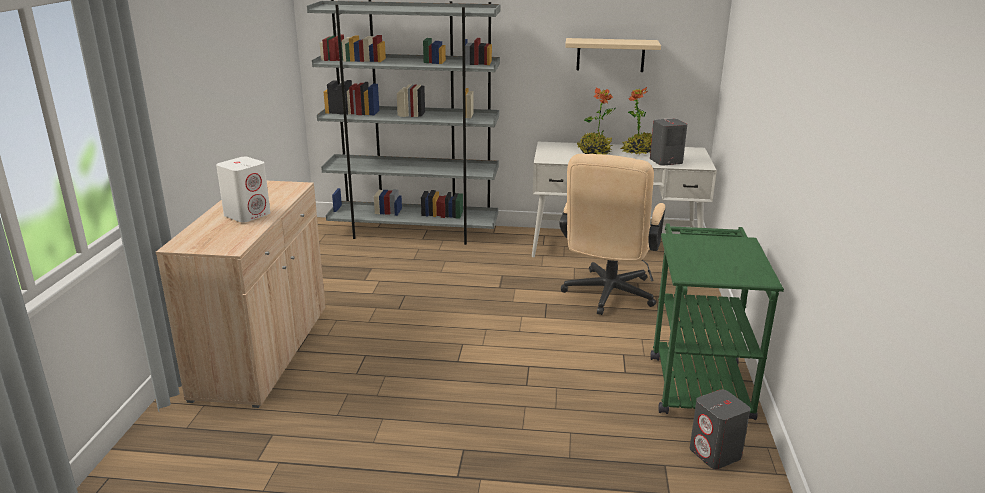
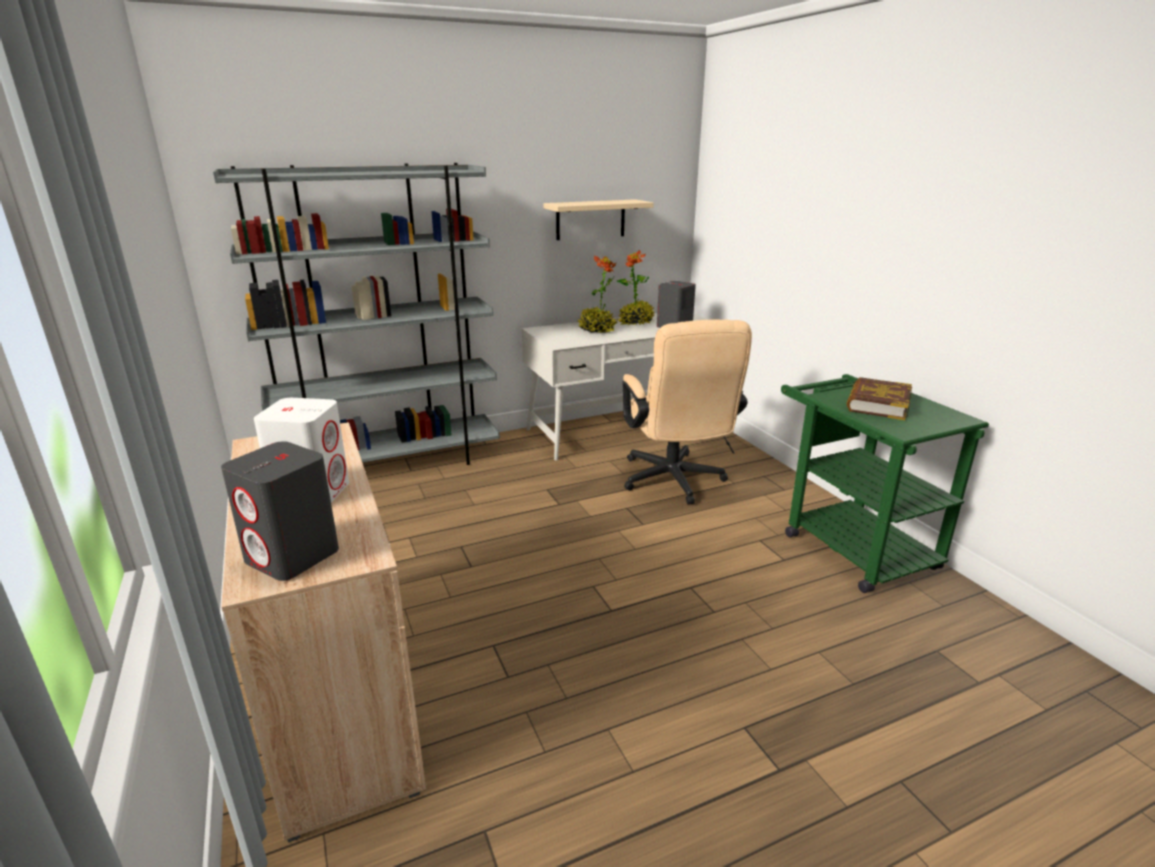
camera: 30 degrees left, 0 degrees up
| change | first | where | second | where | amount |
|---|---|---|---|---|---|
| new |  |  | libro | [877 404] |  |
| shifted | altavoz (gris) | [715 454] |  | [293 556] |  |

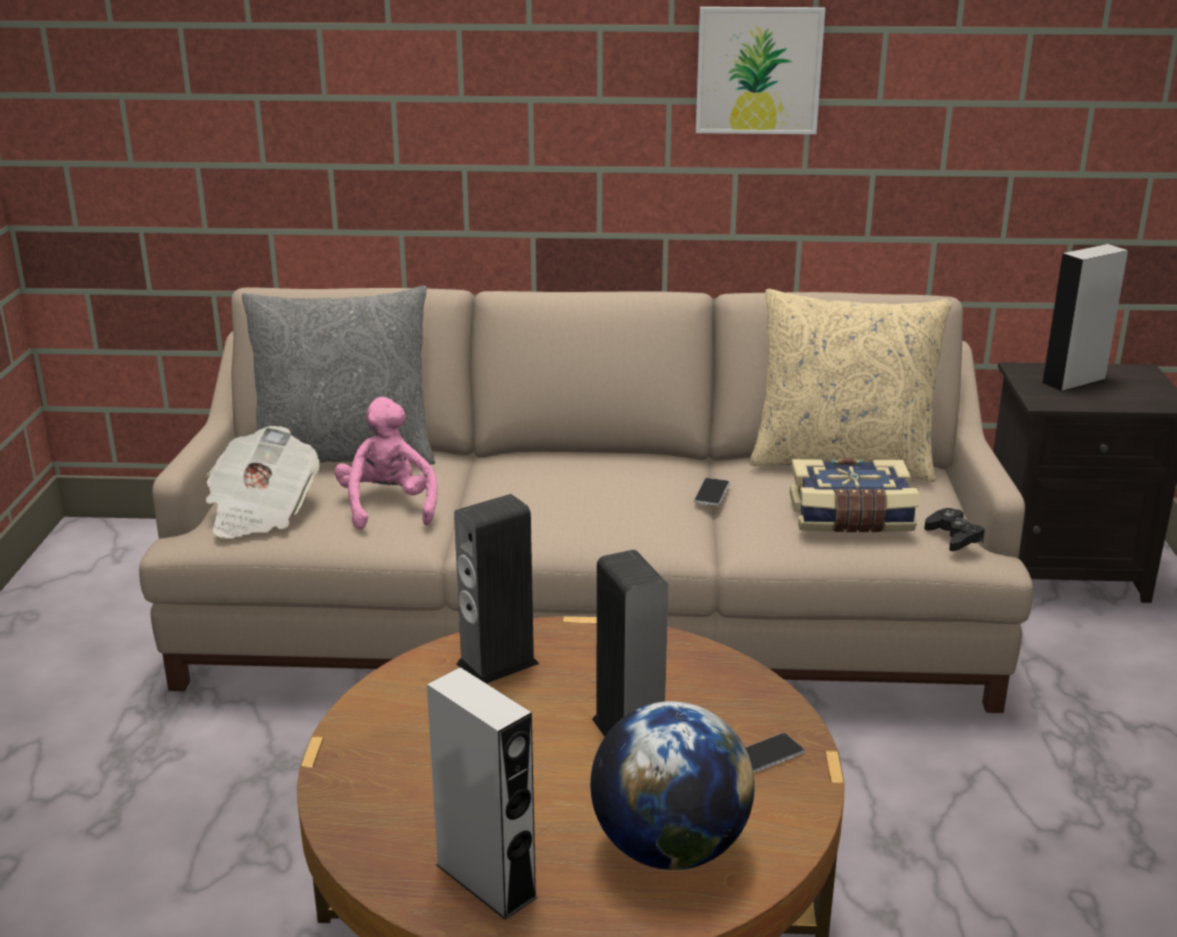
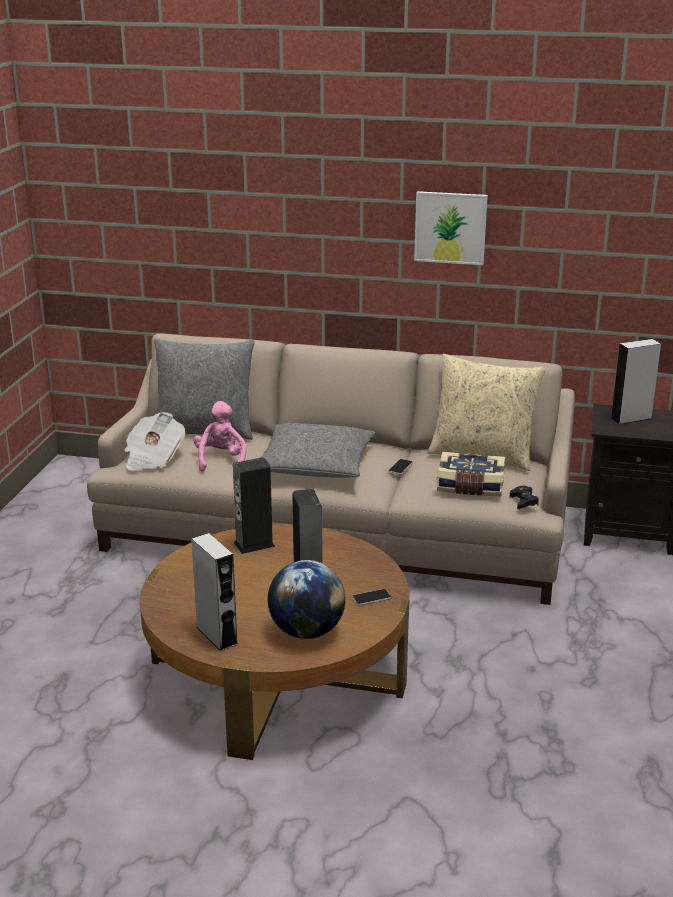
camera: 10 degrees right, 0 degrees up
| change | first | where | second | where | amount |
|---|---|---|---|---|---|
| new |  |  | cojín (gris) | [315 464] |  |

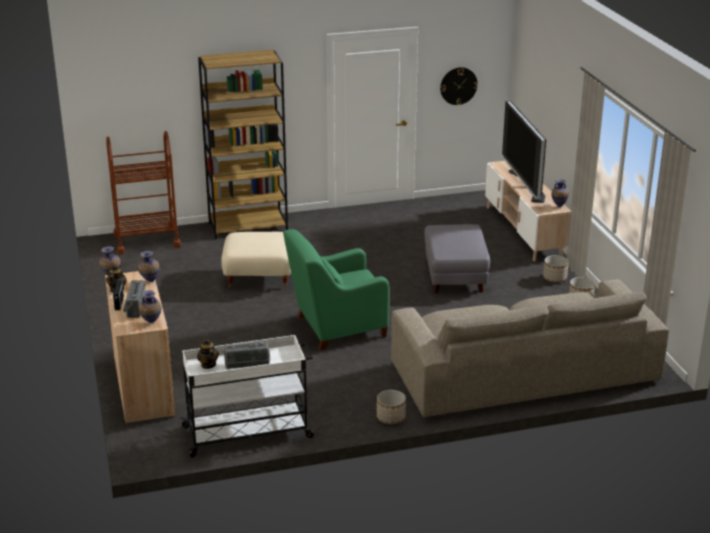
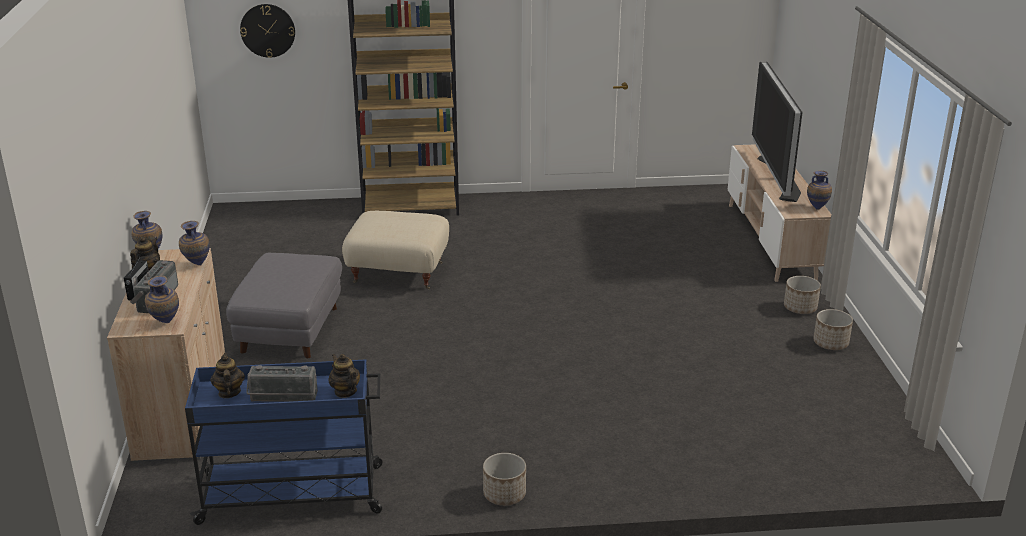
camera: 10 degrees right, 0 degrees up
| change | first | where | second | where | amount |
|---|---|---|---|---|---|
| gone | carrito (marrón) | [147 240] |  |  |  |
| gone | sillón (verde) | [336 327] |  |  |  |
| gone | sofá (beis) | [523 371] |  |  |  |
| new |  |  | tetera | [345 392] |  |
| shifted | puf (gris) | [455 276] |  | [290 330] |  |
| shifted | reloj de pared | [458 86] |  | [267 30] |  |
| repainted | carrito (blanco) | [249 432] | carrito (azul) | [294 494] |  |

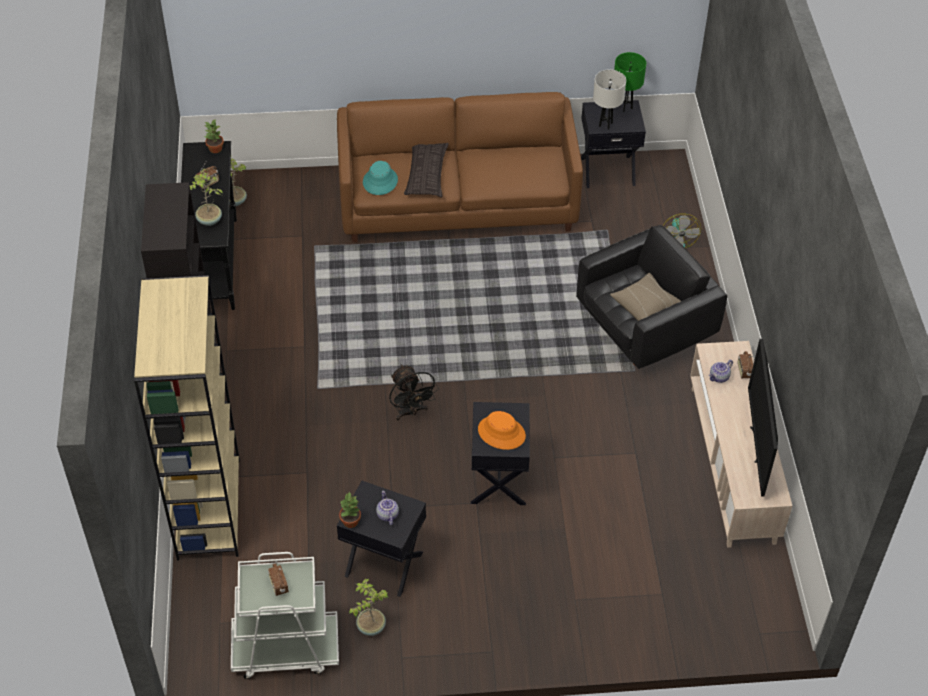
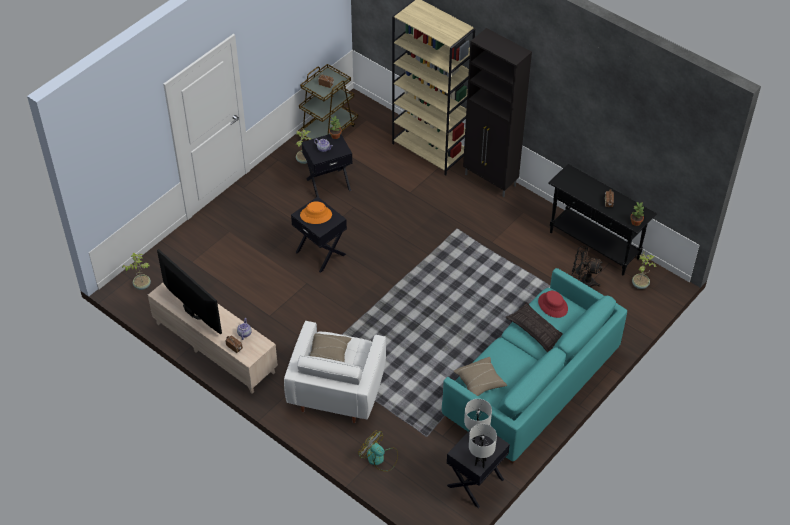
camera: 135 degrees right, 0 degrees up
| change | first | where | second | where | amount |
|---|---|---|---|---|---|
| new |  |  | cojín (beis) | [480 382] |  |
| shifted | planta en maceta | [209 221] |  | [142 285] |  |
| shifted | ventilador (negro) | [410 412] |  | [583 281] |  |
| repainted | carrito (blanco) | [285 649] | carrito (marrón) | [328 130] |  |
| repainted | sofá (marrón) | [458 200] | sofá (turquesa) | [531 384] |  |
| repainted | sombrero (turquesa) | [380 181] | sombrero (rojo) | [553 305] |  |
| repainted | sillón (negro) | [643 328] | sillón (blanco) | [337 388] |  |
| repainted | lámpara de mesa (verde) | [625 107] | lámpara de mesa (blanco) | [480 462] |  |

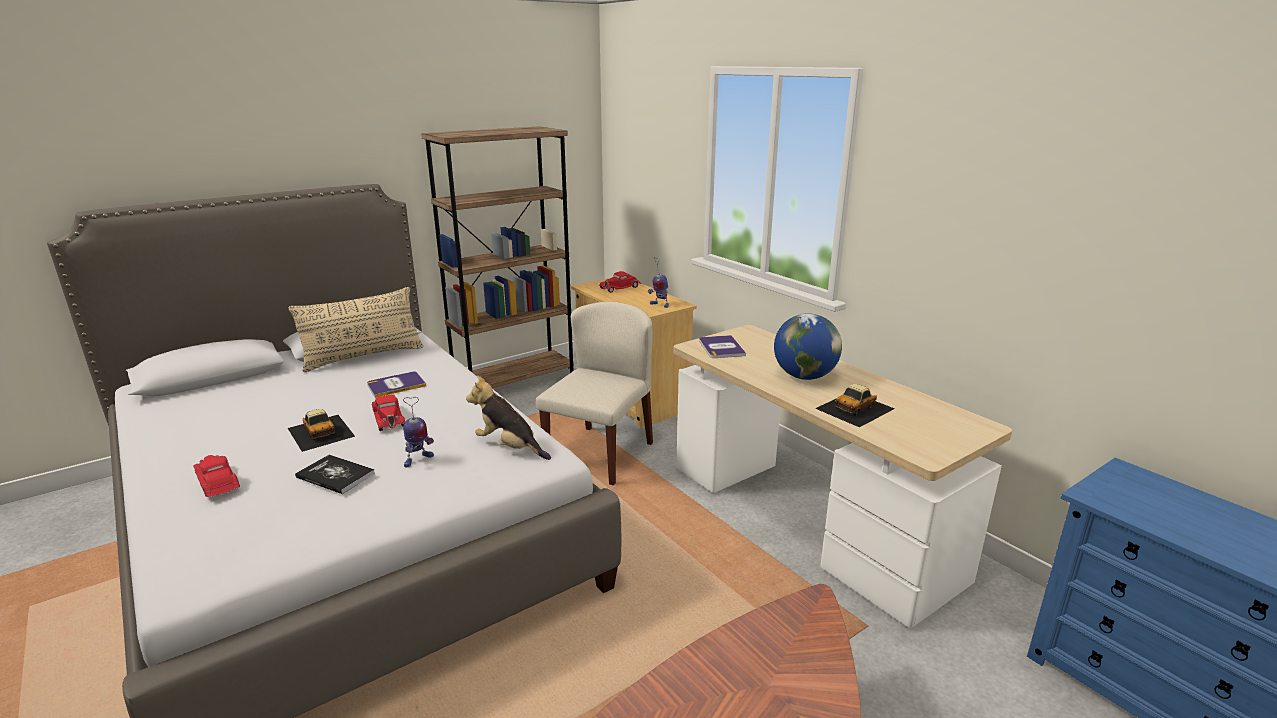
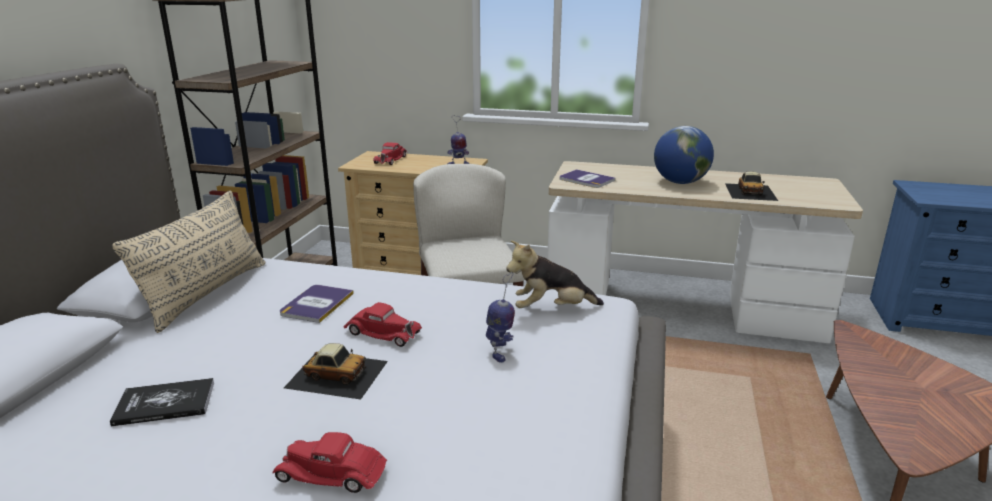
camera: 40 degrees left, 0 degrees up
| change | first | where | second | where | amount |
|---|---|---|---|---|---|
| shifted | libro | [335 475] |  | [165 403] |  |

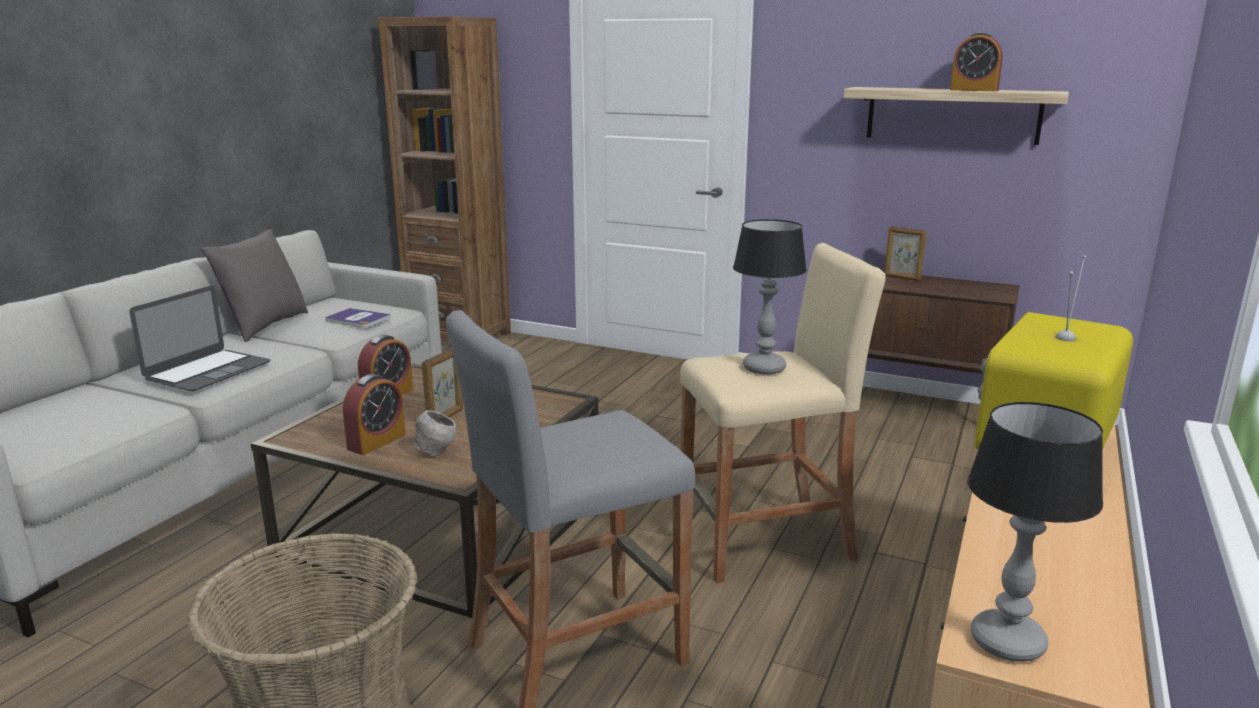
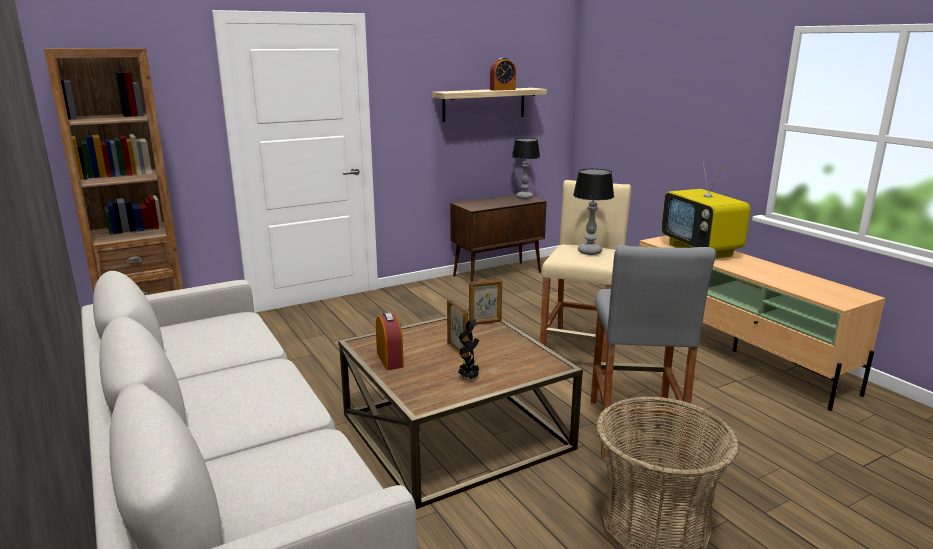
camera: 55 degrees left, 0 degrees up
| change | first | where | second | where | amount |
|---|---|---|---|---|---|
| gone | portátil | [208 370] |  |  |  |
| gone | cojín (gris) | [264 326] |  |  |  |
| gone | libro | [357 319] |  |  |  |
| gone | cuenco (gris) | [436 452] |  |  |  |
| shifted | portarretratos | [902 278] |  | [485 322] |  |
| shifted | lámpara de mesa | [1008 641] |  | [524 197] |  |
| swapped | despertador | [376 442] | planta en maceta | [469 378] |  |

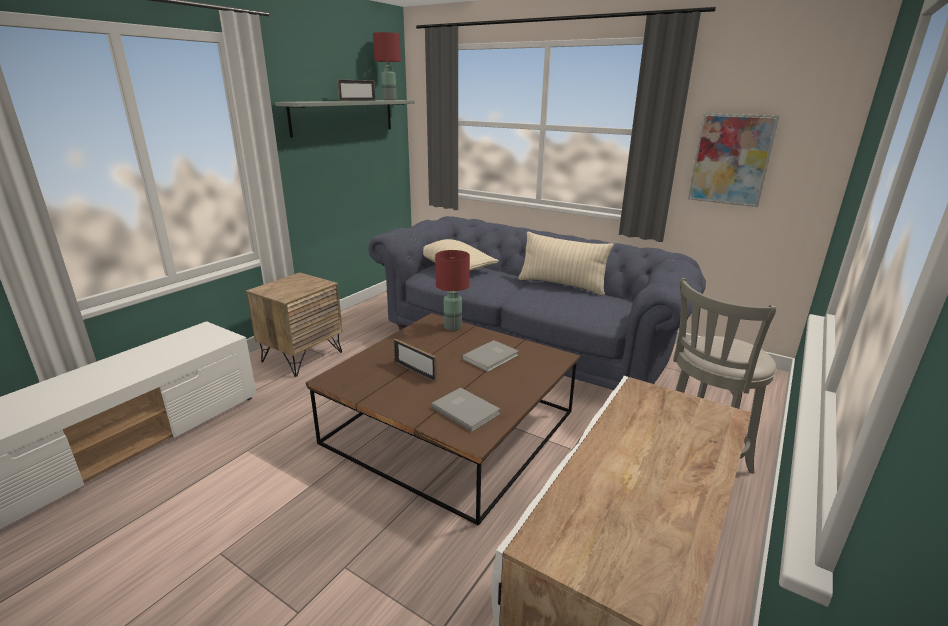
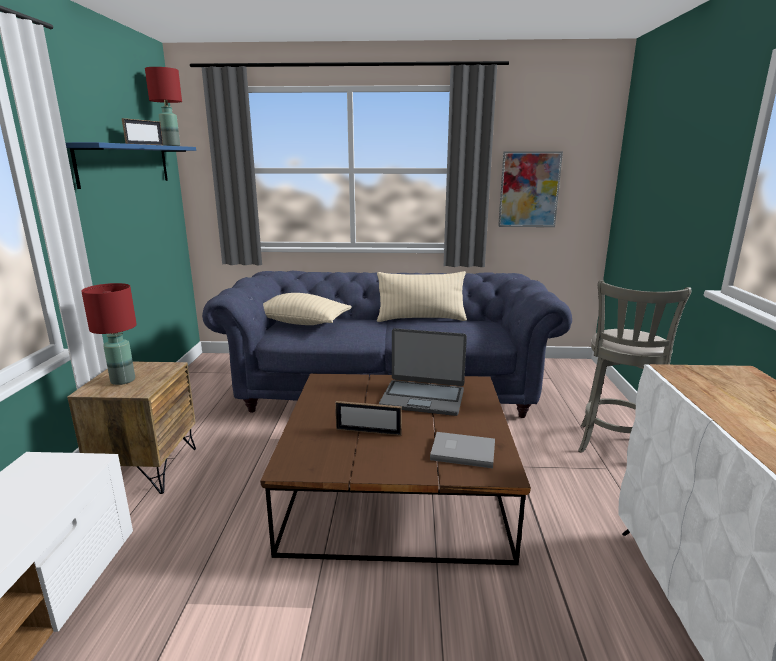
camera: 30 degrees left, 5 degrees down
| change | first | where | second | where | amount |
|---|---|---|---|---|---|
| shifted | lámpara de mesa (rojo) | [453 327] |  | [123 380] |  |
| swapped | libro (gris) | [492 357] | portátil | [422 398] |  |
| repainted | estante (gris) | [343 117] | estante (azul) | [125 164] |  |

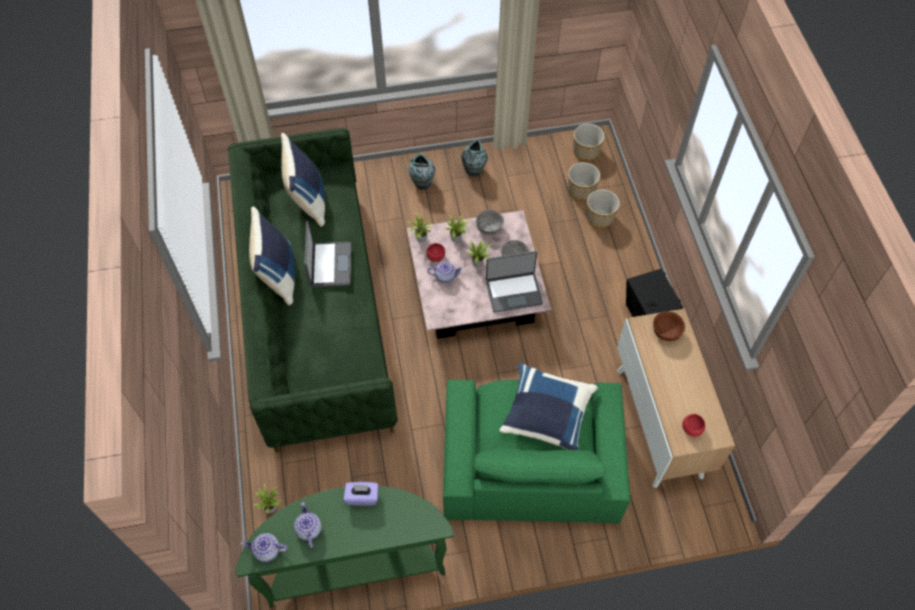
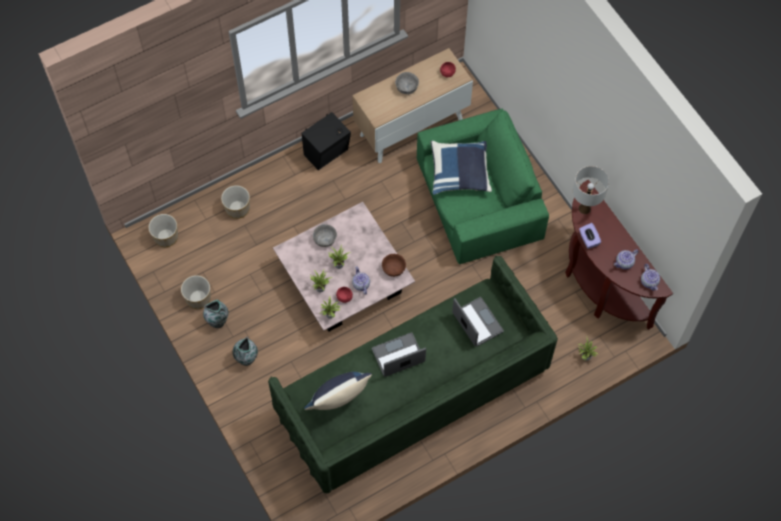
camera: 110 degrees left, 5 degrees up
| change | first | where | second | where | amount |
|---|---|---|---|---|---|
| gone | cojín (azul) | [277 274] |  |  |  |
| new |  |  | lámpara de mesa (blanco) | [584 208] |  |
| shifted | cuenco (gris) | [489 228] |  | [407 88] |  |
| shifted | portátil | [513 291] |  | [476 323] |  |
| shifted | maceta | [580 190] |  | [198 298] |  |
| shifted | cuenco (marrón) | [666 331] |  | [393 269] |  |
| repainted | mesa consola (verde) | [355 565] | mesa consola (marrón) | [600 284] |  |

